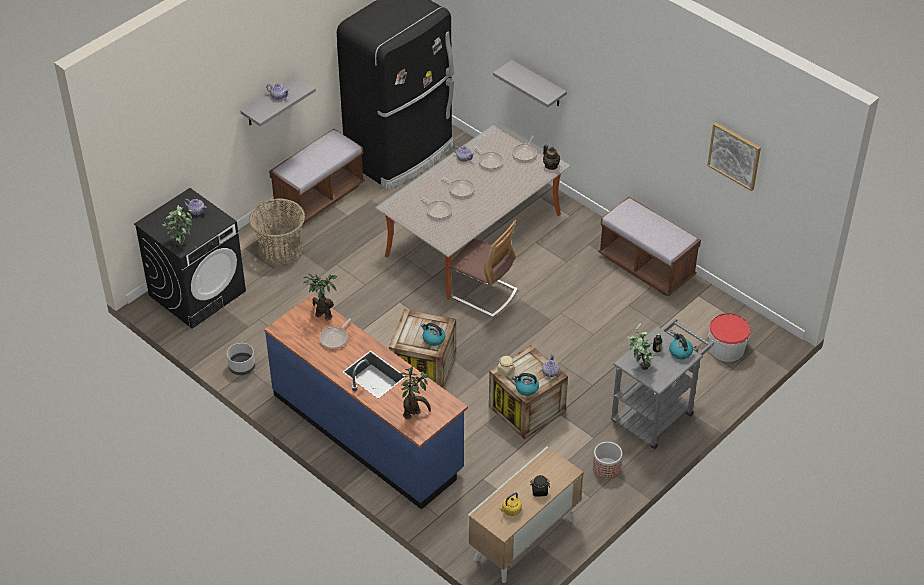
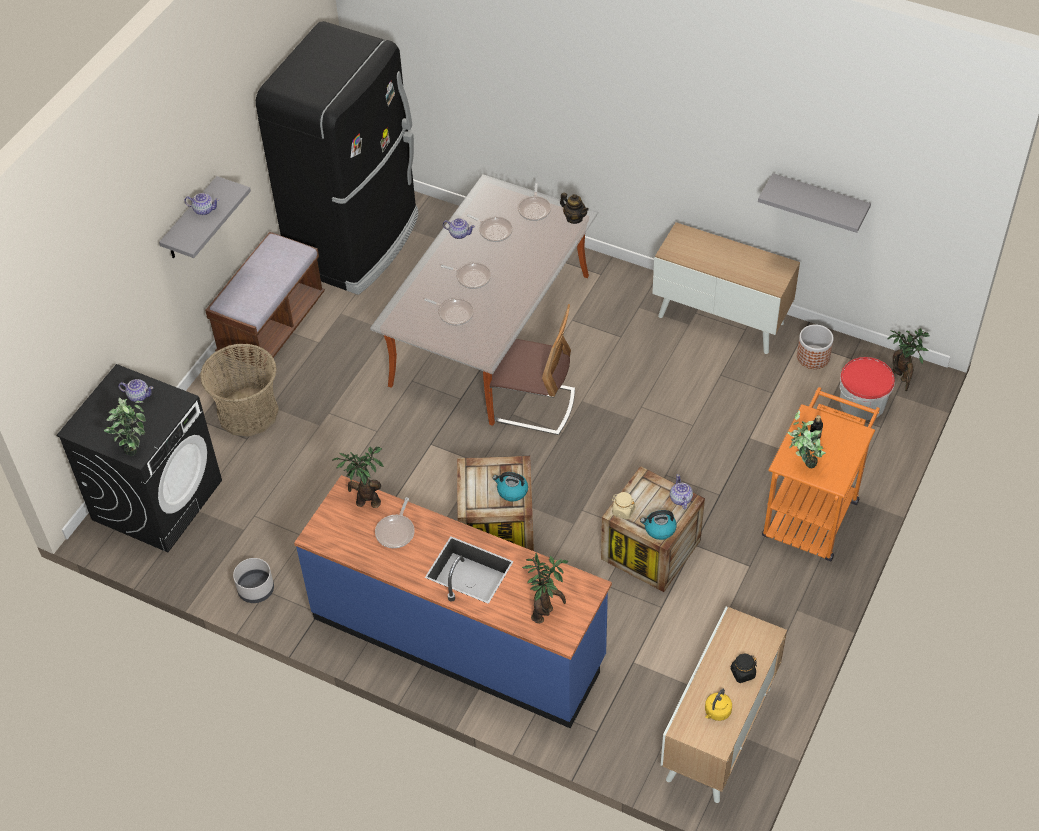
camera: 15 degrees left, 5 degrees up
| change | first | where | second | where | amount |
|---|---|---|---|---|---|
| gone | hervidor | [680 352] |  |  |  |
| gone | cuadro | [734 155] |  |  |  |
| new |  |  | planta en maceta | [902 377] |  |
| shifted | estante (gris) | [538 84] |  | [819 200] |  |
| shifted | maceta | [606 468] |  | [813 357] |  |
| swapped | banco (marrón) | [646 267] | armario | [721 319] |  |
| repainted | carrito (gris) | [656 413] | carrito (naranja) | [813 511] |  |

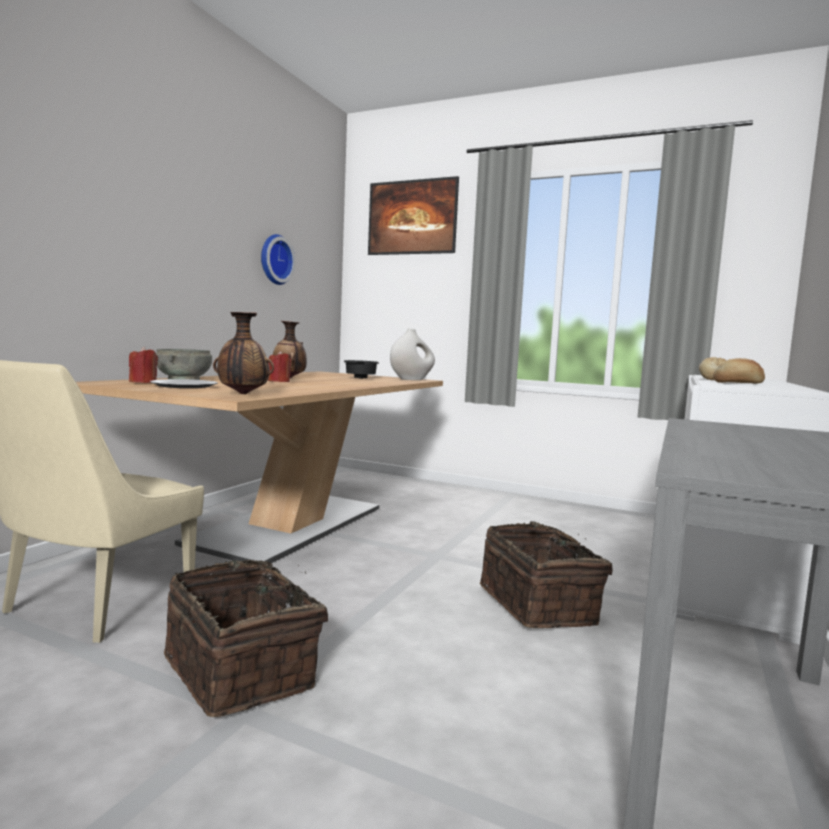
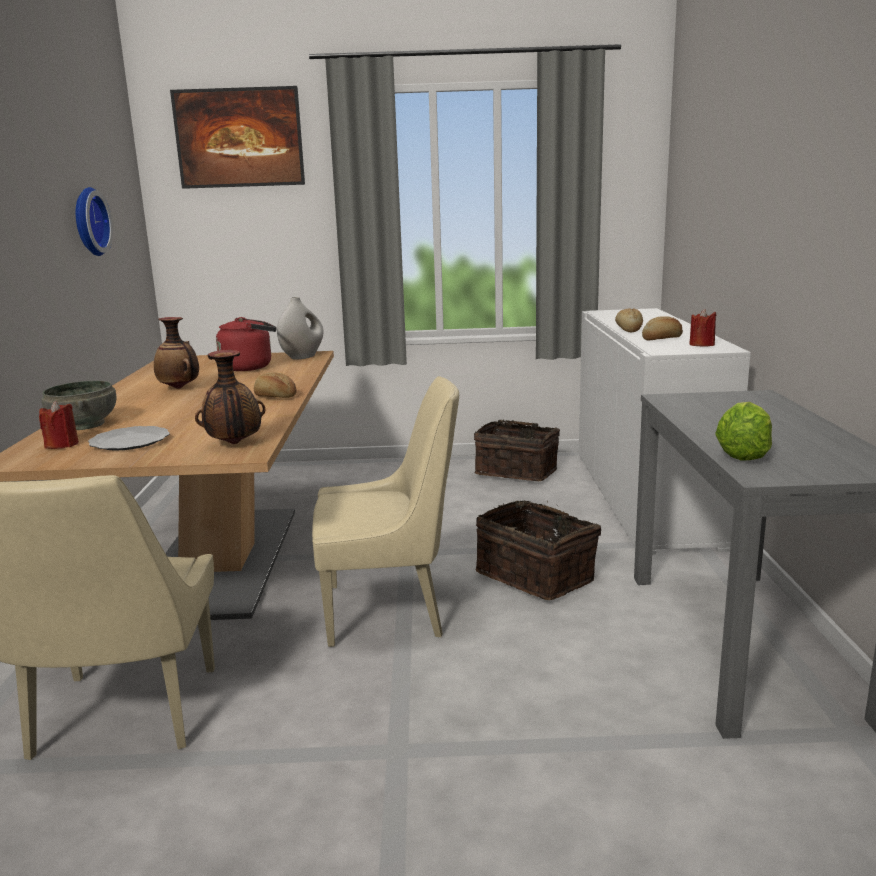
camera: 25 degrees left, 10 degrees up
| change | first | where | second | where | amount |
|---|---|---|---|---|---|
| new |  |  | pan | [275 397] |  |
| new |  |  | silla (beis) | [389 610] |  |
| new |  |  | lechuga | [743 454] |  |
| shifted | cesta | [244 670] |  | [517 471] |  |
| shifted | vela (rojo) | [279 381] |  | [701 345] |  |
| swapped | cuenco (negro) | [361 378] | hervidor (rojo) | [250 367] |  |

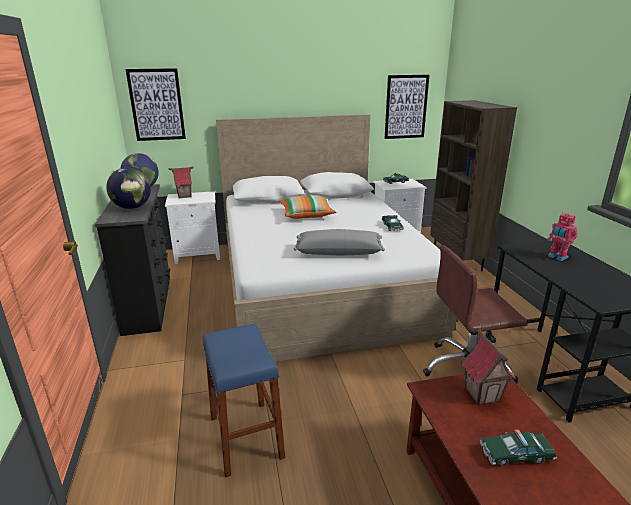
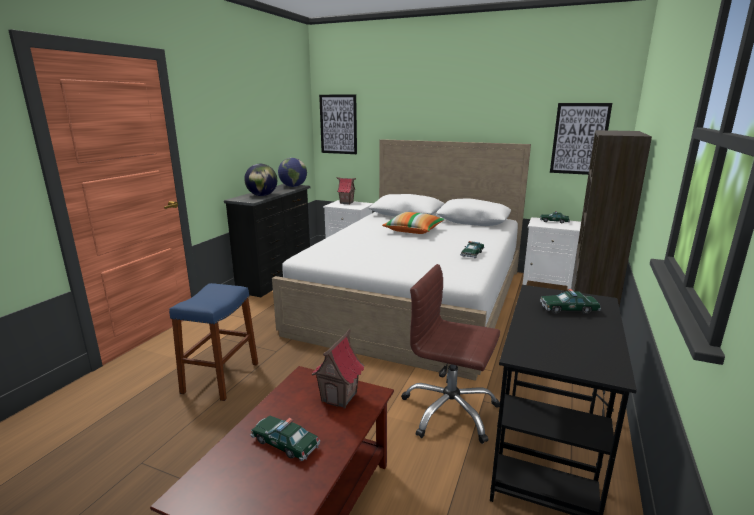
camera: 35 degrees right, 5 degrees down
| change | first | where | second | where | amount |
|---|---|---|---|---|---|
| gone | cojín (gris) | [338 252] |  |  |  |
| swapped | robot de juguete | [557 257] | coche de juguete | [568 309] |  |

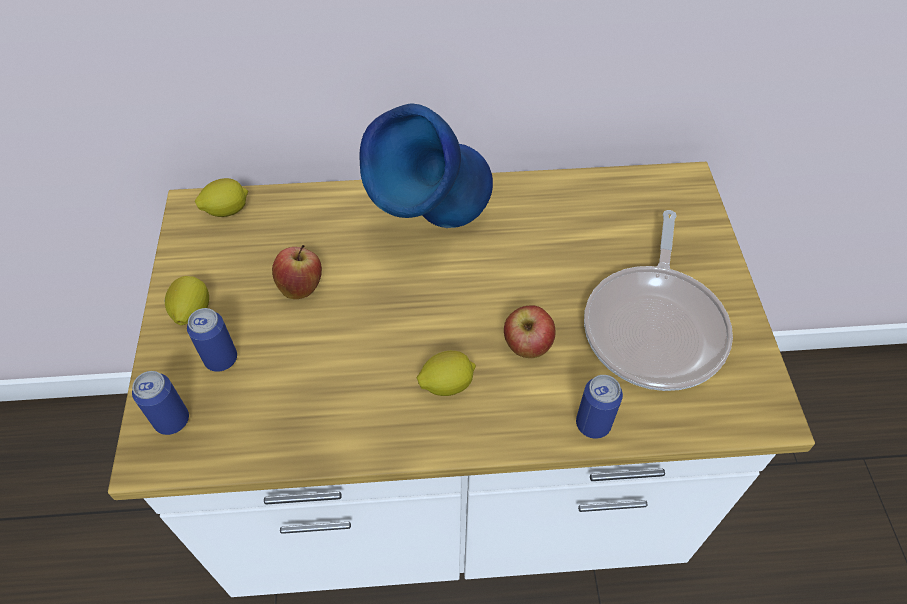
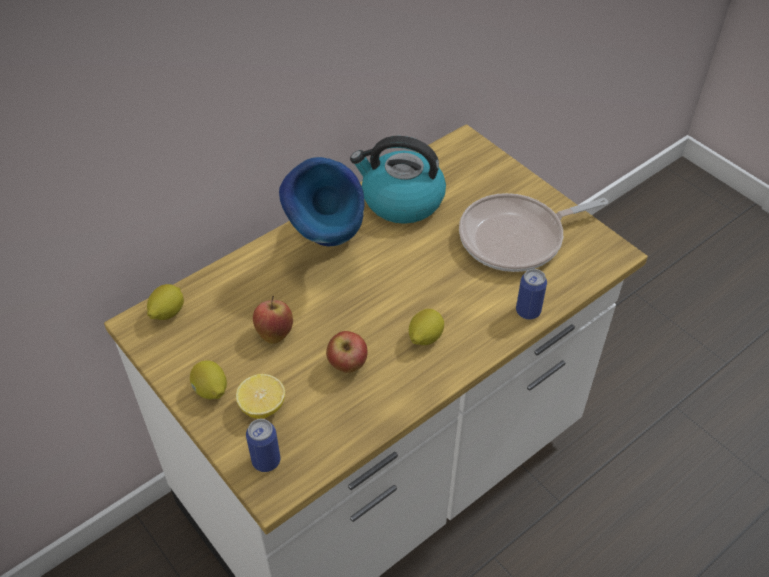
camera: 35 degrees left, 5 degrees down
| change | first | where | second | where | amount |
|---|---|---|---|---|---|
| new |  |  | hervidor | [401 200] |  |
| shifted | manzana | [527 347] |  | [347 365] |  |
| swapped | lata | [221 359] | limón | [262 406] |  |
| rotated | sartén | [655 326] |  | [517 238] | 90 degrees clockwise |

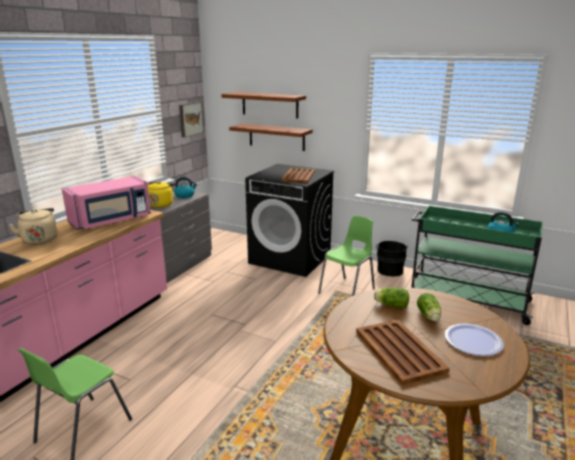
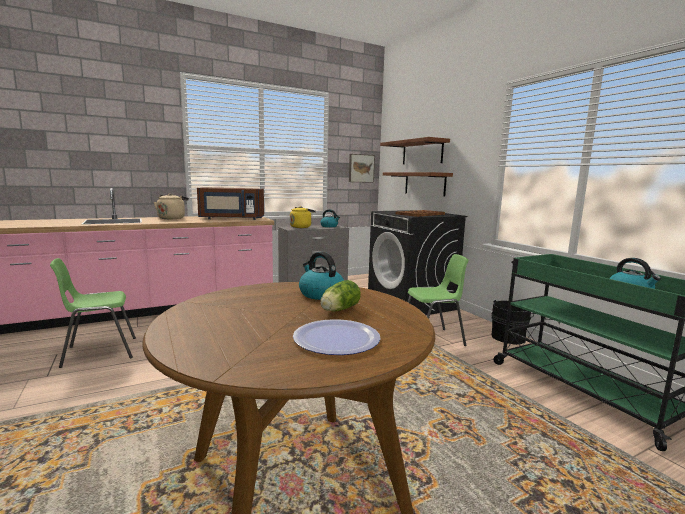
camera: 35 degrees right, 10 degrees down
| change | first | where | second | where | amount |
|---|---|---|---|---|---|
| gone | bandeja (marrón) | [399 351] |  |  |  |
| swapped | lechuga | [390 305] | hervidor | [320 294] |  |
| repainted | microondas (rosa) | [112 220] | microondas (marrón) | [232 218] |  |

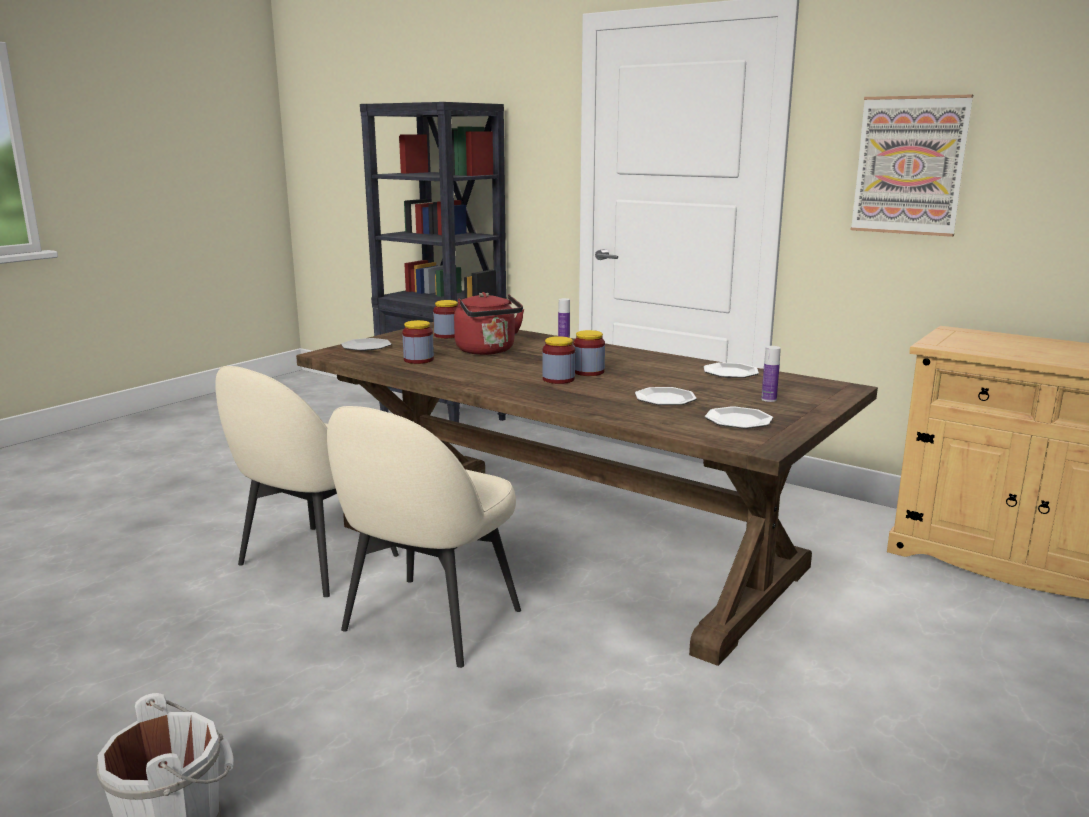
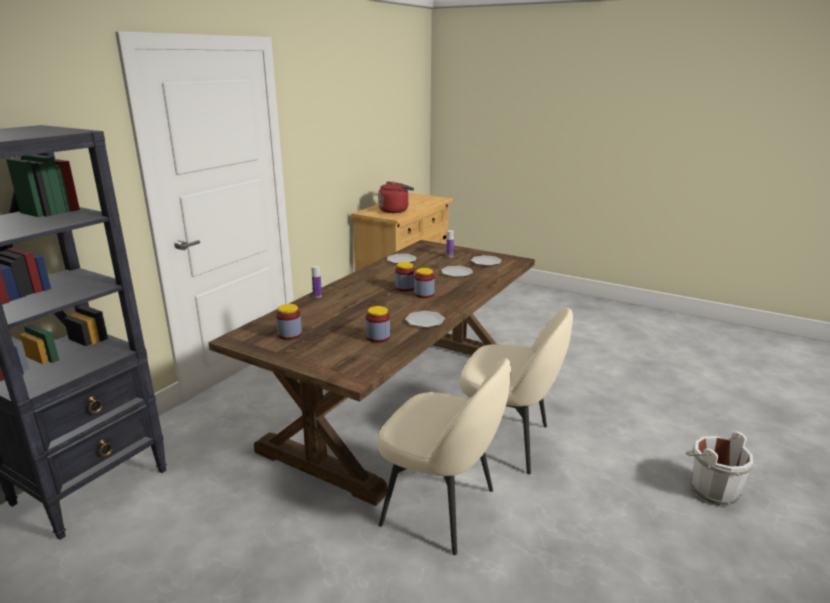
camera: 95 degrees left, 5 degrees up
| change | first | where | second | where | amount |
|---|---|---|---|---|---|
| gone | cuadro | [909 165] |  |  |  |
| shifted | plato | [366 346] |  | [424 321] |  |
| shifted | hervidor (rojo) | [487 351] |  | [395 210] |  |

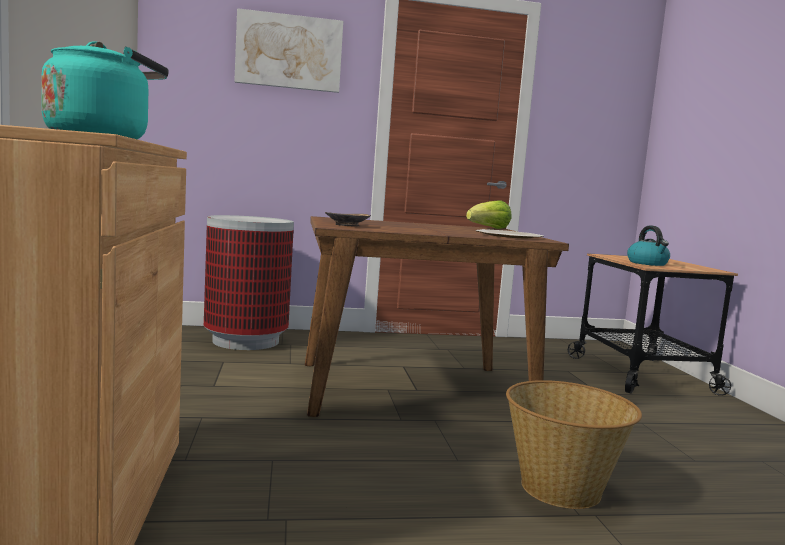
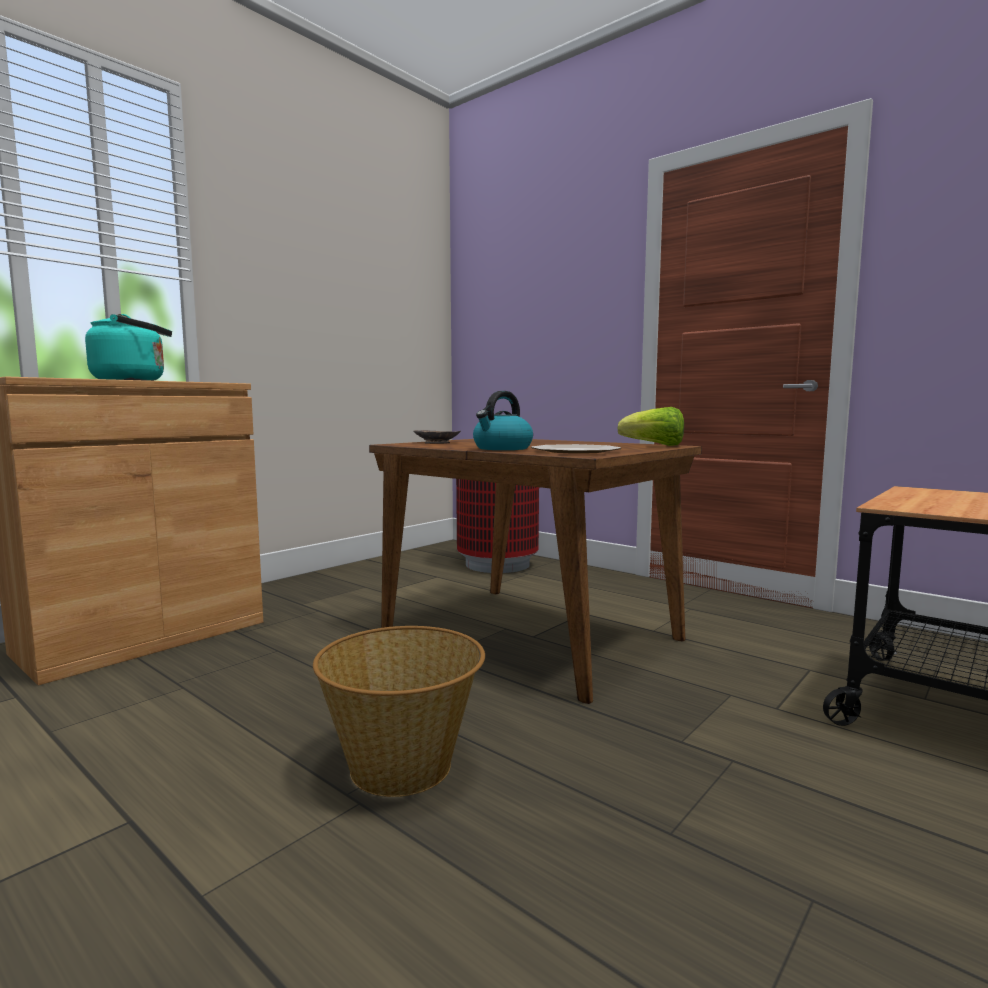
camera: 50 degrees right, 0 degrees up
| change | first | where | second | where | amount |
|---|---|---|---|---|---|
| gone | cuadro | [289 52] |  |  |  |
| shifted | hervidor | [648 263] |  | [502 448] |  |

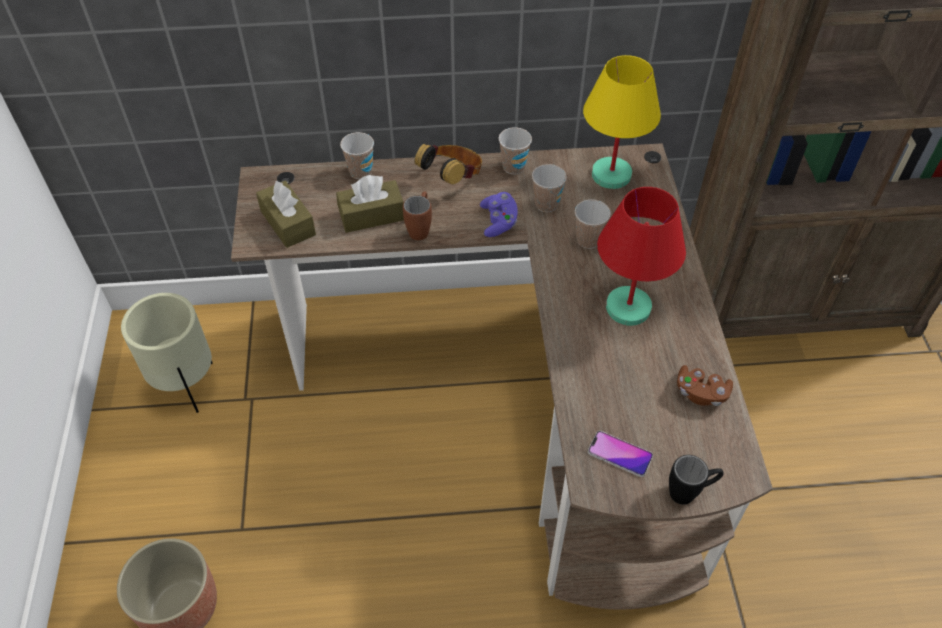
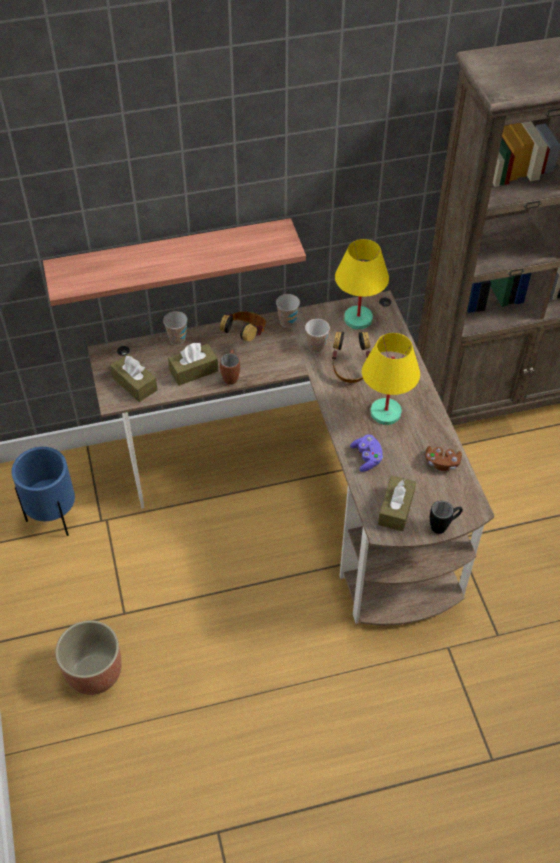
camera: 10 degrees left, 0 degrees up
| change | first | where | second | where | amount |
|---|---|---|---|---|---|
| new |  |  | estante | [171 261] |  |
| shifted | mando de consola (morado) | [499 222] |  | [367 458] |  |
| swapped | taza | [588 240] | auriculares | [350 369] |  |
| swapped | móvil | [620 454] | caja de pañuelos (marrón) | [396 509] |  |
| repainted | maceta (beis) | [188 387] | maceta (azul) | [54 518] |  |
| repainted | lámpara de mesa (rojo) | [627 308] | lámpara de mesa (amarillo) | [385 413] |  |

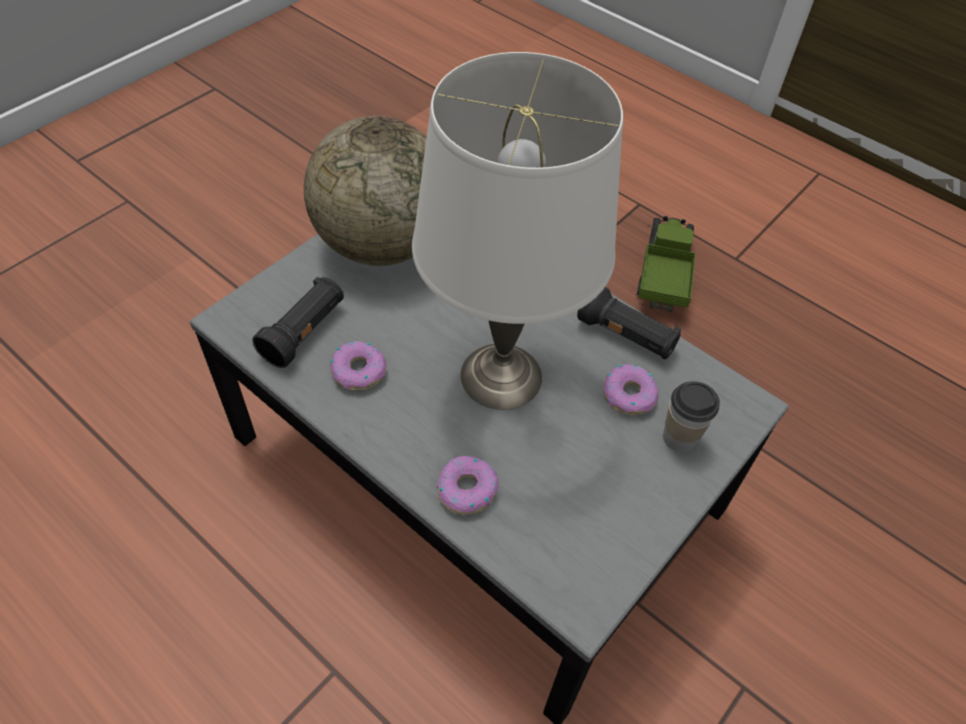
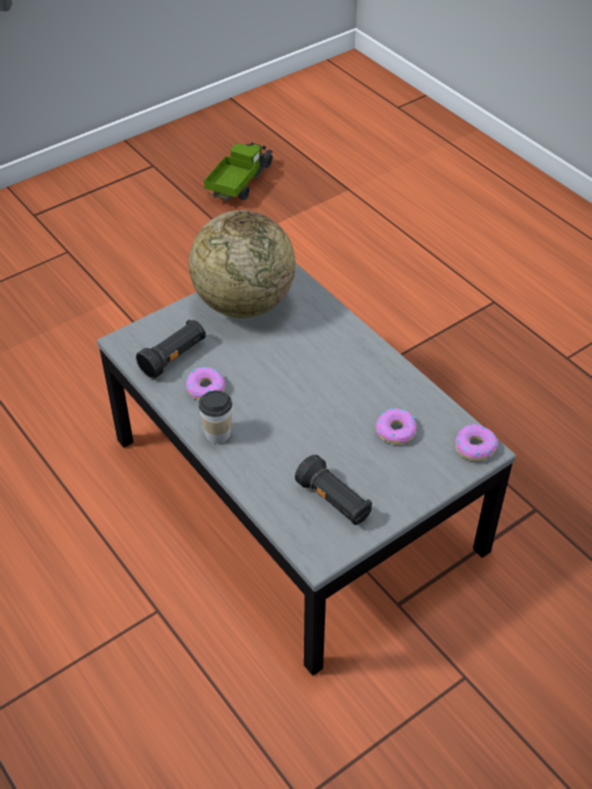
camera: 15 degrees right, 5 degrees down
| change | first | where | second | where | amount |
|---|---|---|---|---|---|
| gone | lámpara de mesa (blanco) | [499 375] |  |  |  |
| shifted | rosquilla | [466 489] |  | [474 447] |  |
| shifted | linterna (negro) | [626 336] |  | [334 501] |  |
| shifted | camión de juguete | [663 275] |  | [240 182] |  |
| shifted | taza | [679 437] |  | [218 434] |  |

